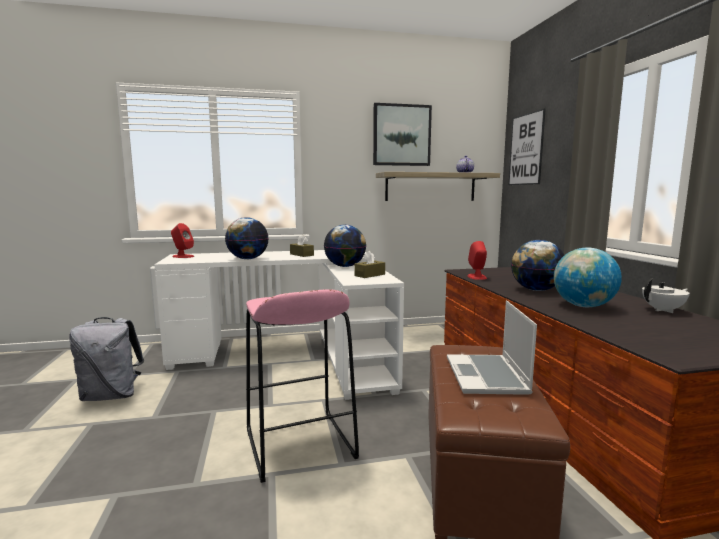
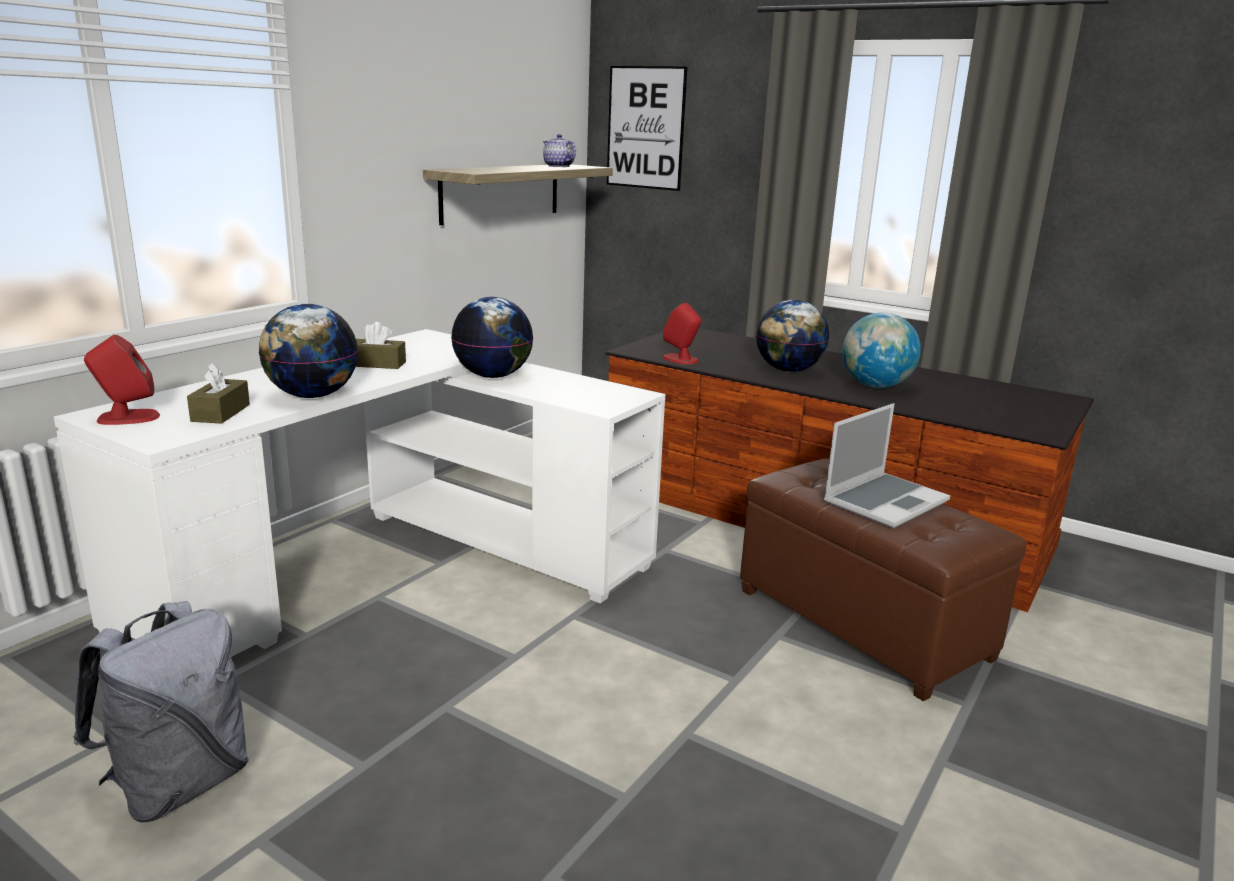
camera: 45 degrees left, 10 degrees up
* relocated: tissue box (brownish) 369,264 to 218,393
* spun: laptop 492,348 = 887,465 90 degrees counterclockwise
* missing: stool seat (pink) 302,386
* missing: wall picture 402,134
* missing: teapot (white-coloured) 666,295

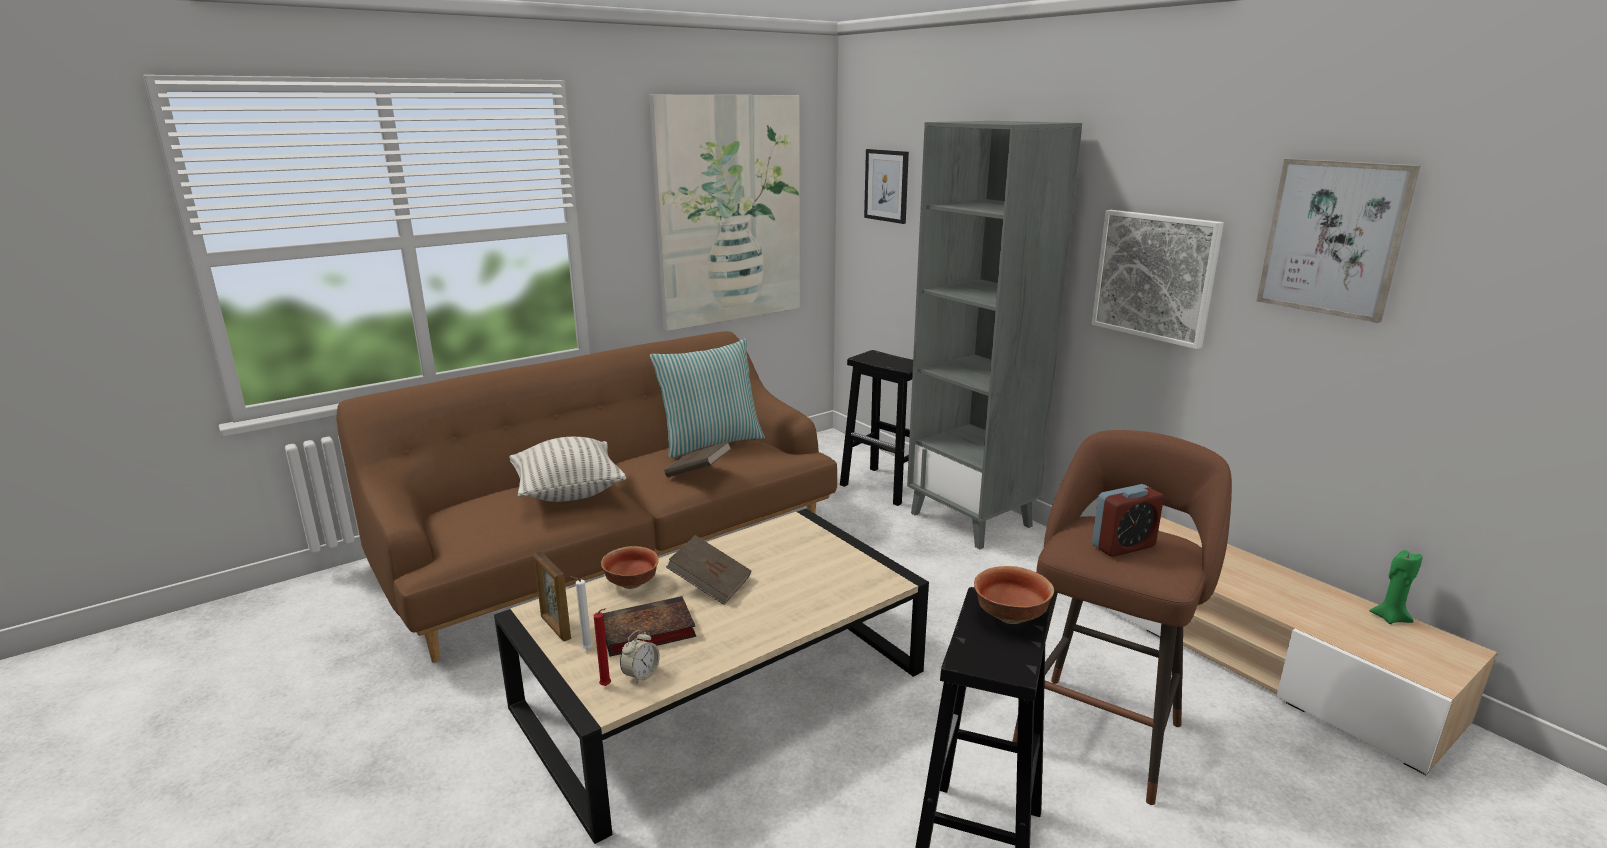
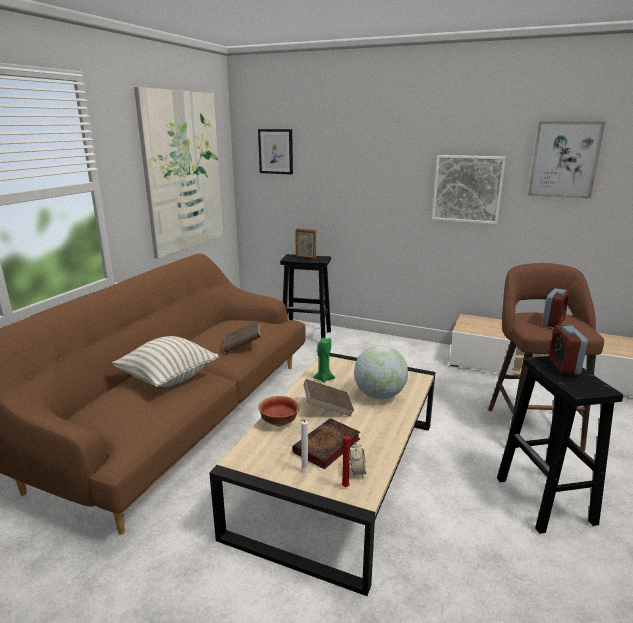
camera: 30 degrees left, 0 degrees up
* relocated: photo frame 552,596 to 306,244
* relocated: wax light (greenish) 1395,587 to 324,360
* appeared: desk globe 381,372
* exchanged: deep dish 1014,595 to alarm clock 568,350
* missing: pillow 707,399
* missing: bookshelf (gray) 994,335

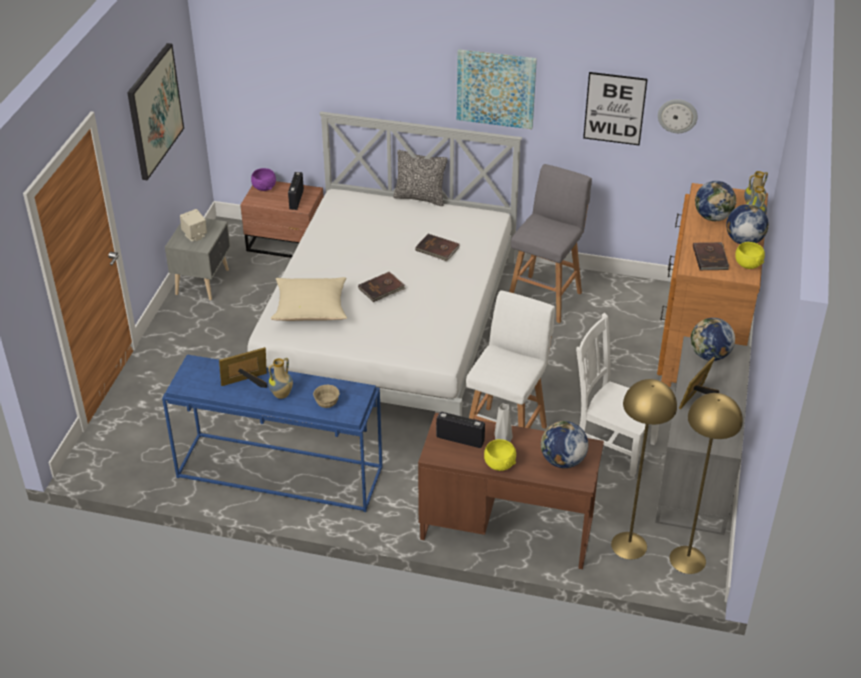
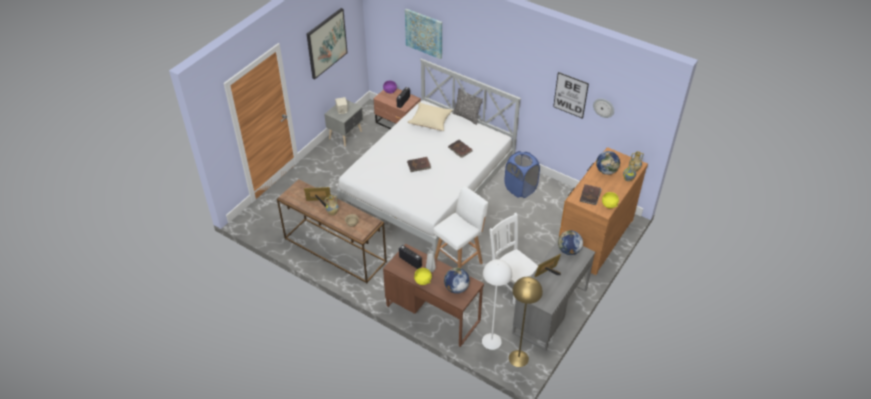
camera: 20 degrees right, 5 degrees up
* colour: narrow table (blue-coloured) 272,433 to narrow table (brownish) 332,231
* relocated: wall picture 497,89 to 423,34
* relocated: pillow (beige) 309,299 to 430,116
* colour: standing lamp (yellow-coloured) 644,469 to standing lamp (white-coloured) 497,304
* exchanged: stool seat (gray) 550,243 to laundry basket (blue-coloured) 522,174
* missing: desk globe 747,224

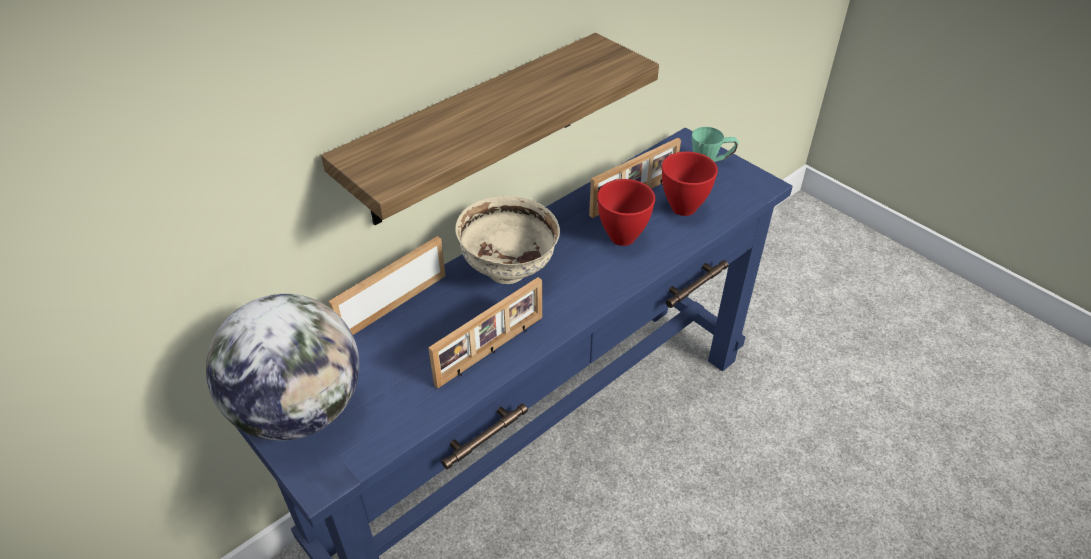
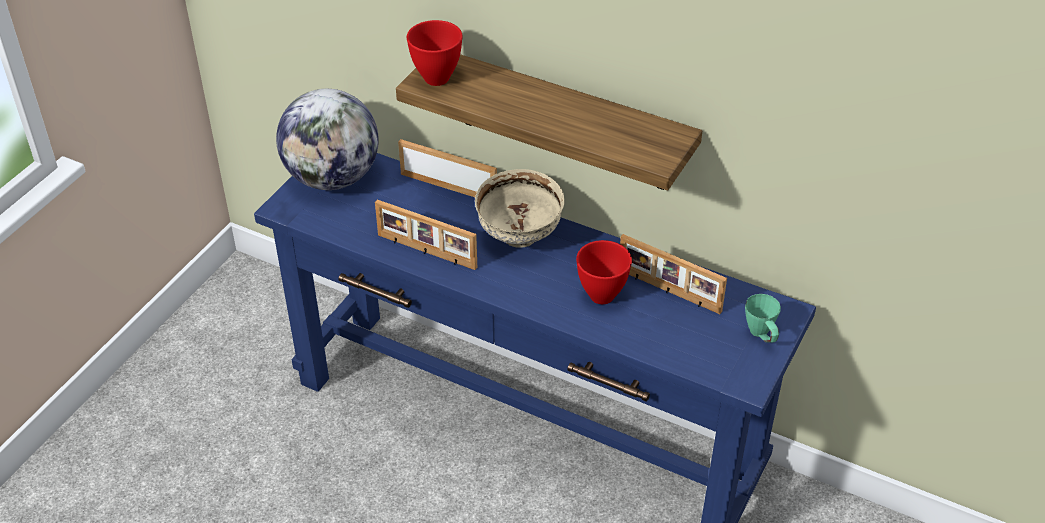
camera: 70 degrees right, 0 degrees up
* relocated: deep dish (red-coloured) 690,184 to 435,53

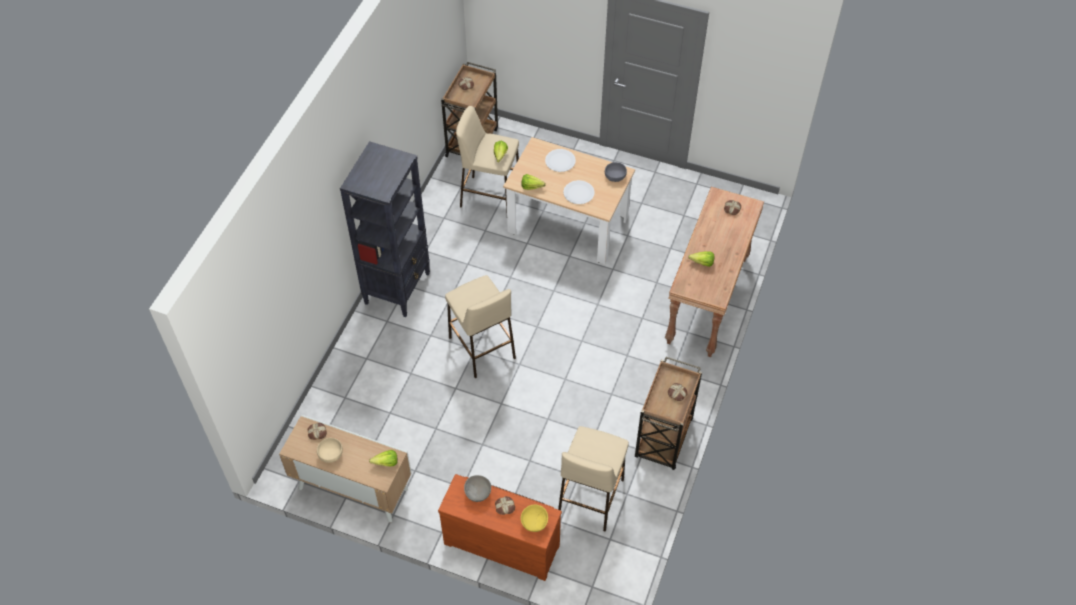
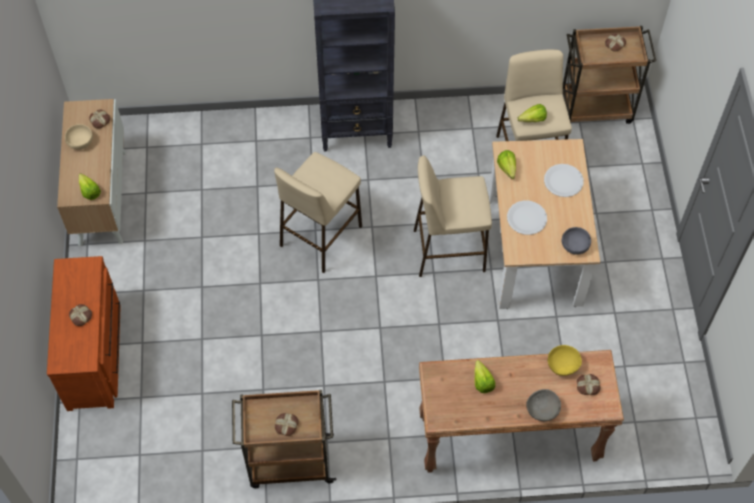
camera: 65 degrees right, 5 degrees up
* relocated: stool seat (beige) 593,479 to 453,216
* relocated: deep dish (gray) 477,488 to 543,405
* relocated: deep dish (yellow-coloured) 534,518 to 565,360

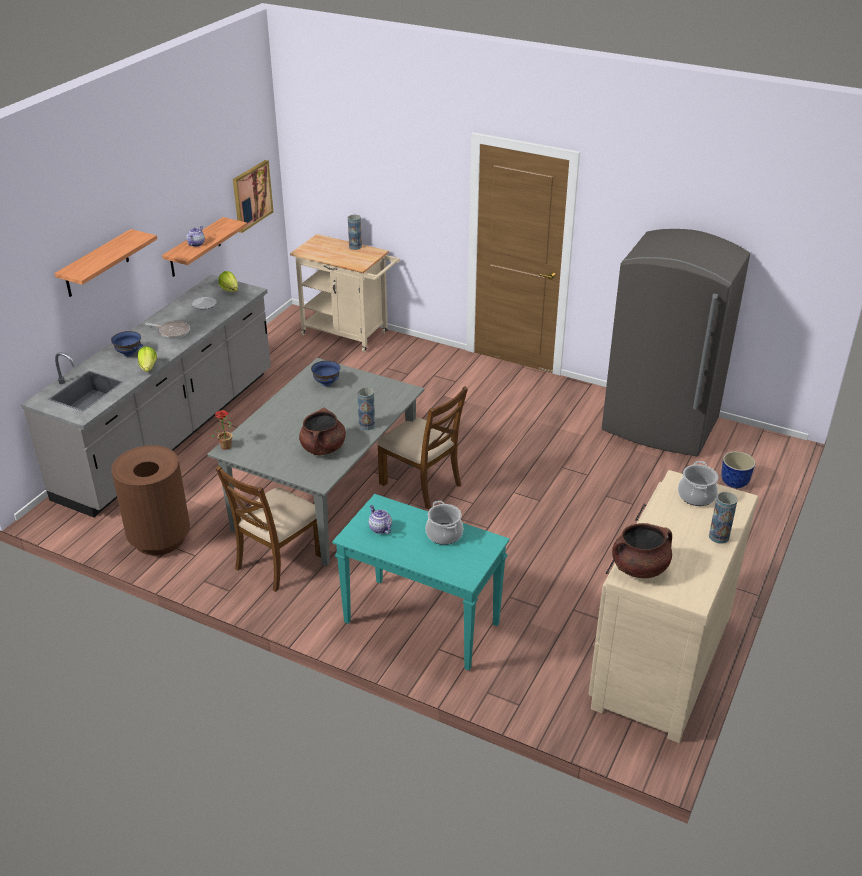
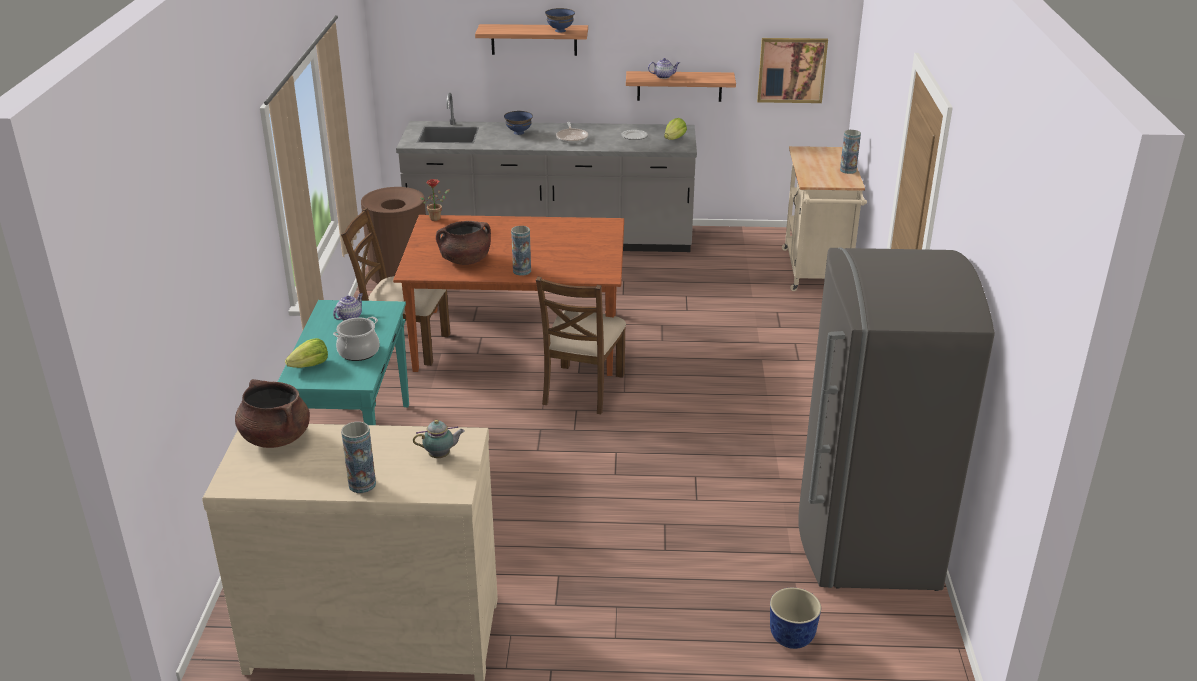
camera: 65 degrees right, 5 degrees down
* relocated: head of lettuce 147,359 to 306,353
* colour: kitchen table (gray) 315,462 to kitchen table (brownish) 508,295
* exchanged: stockpot 698,483 to teapot 439,439
* relocated: deep dish (blue-coloured) 325,373 to 560,20

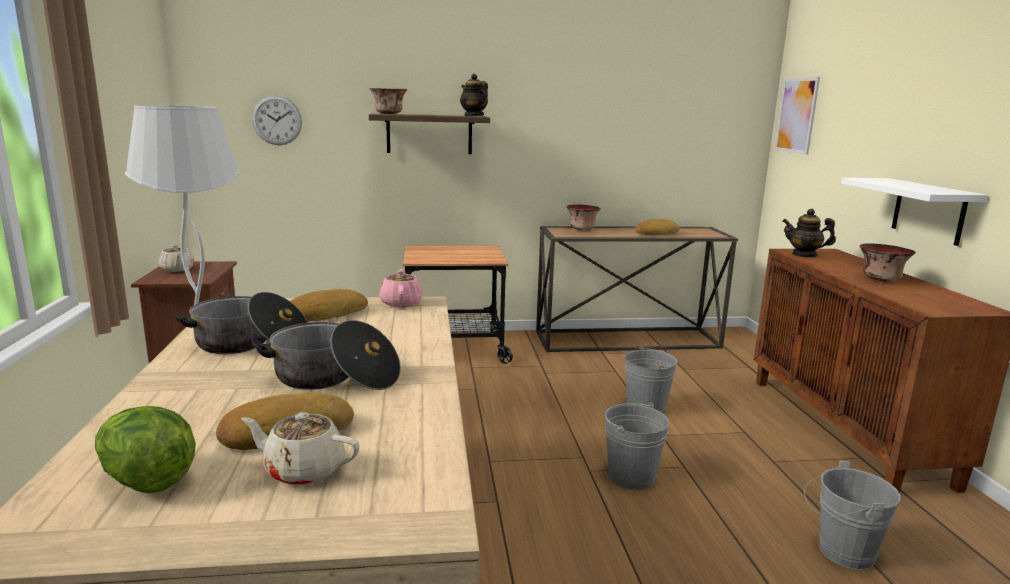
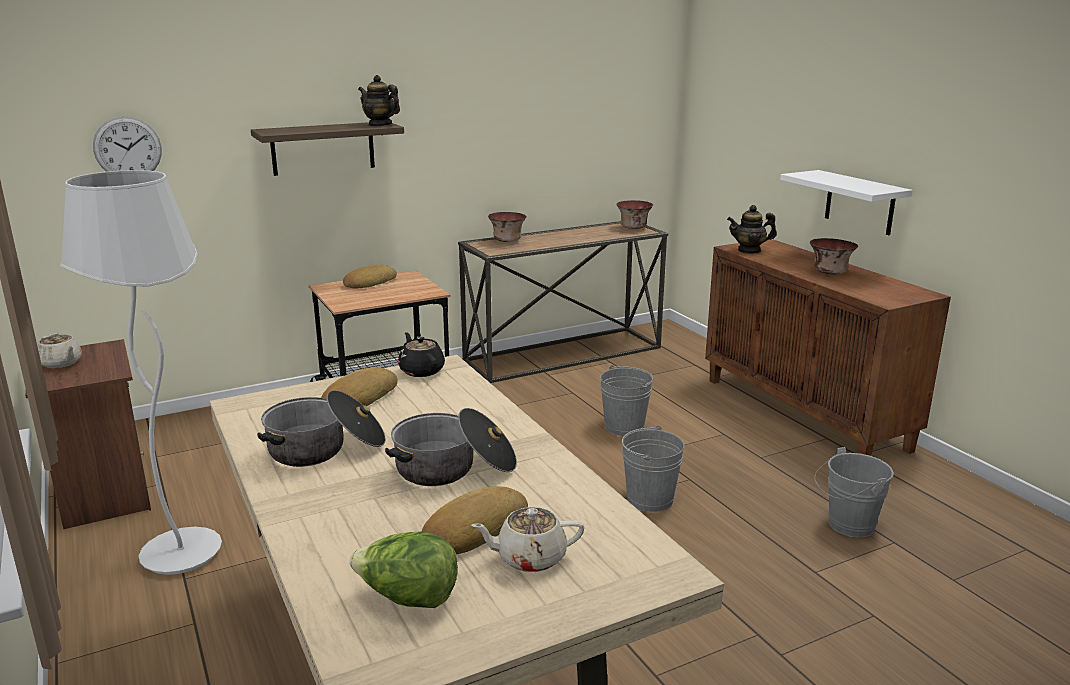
camera: 20 degrees left, 5 degrees up
* relocated: bakery bread 657,227 to 370,276
* colour: teapot (pink) 401,288 to teapot (black) 421,354
* relocated: deep dish 388,101 to 634,214
* missing: wall picture 797,116

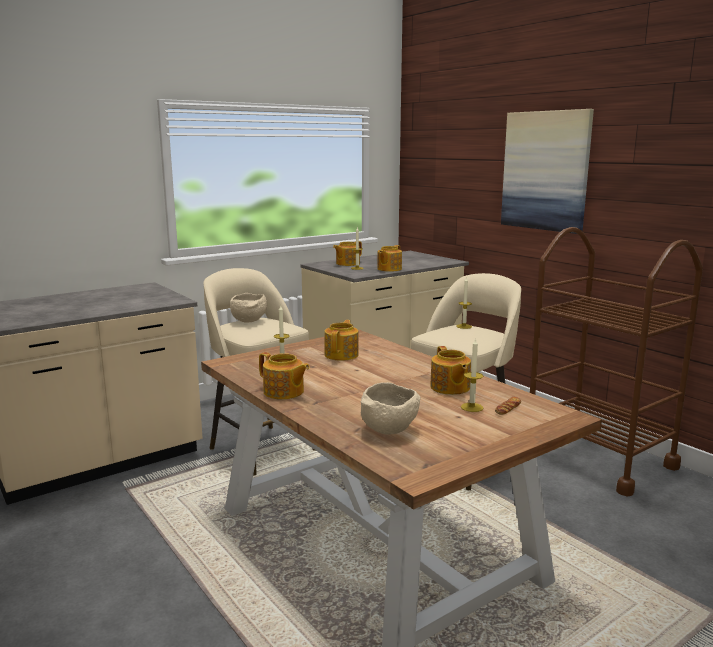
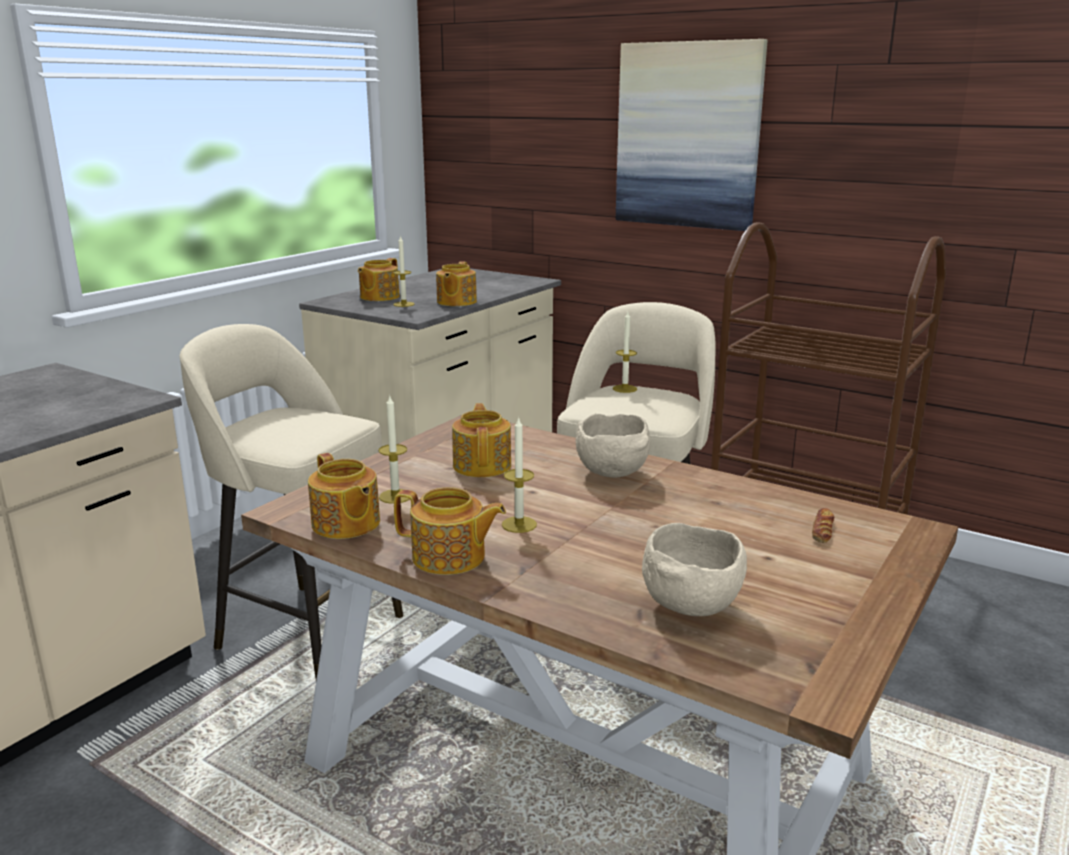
camera: 20 degrees left, 5 degrees up
* relocated: teapot 450,370 to 344,496
* relocated: wax light 472,375 to 519,474
* relocated: deep dish (beige) 248,308 to 613,446

